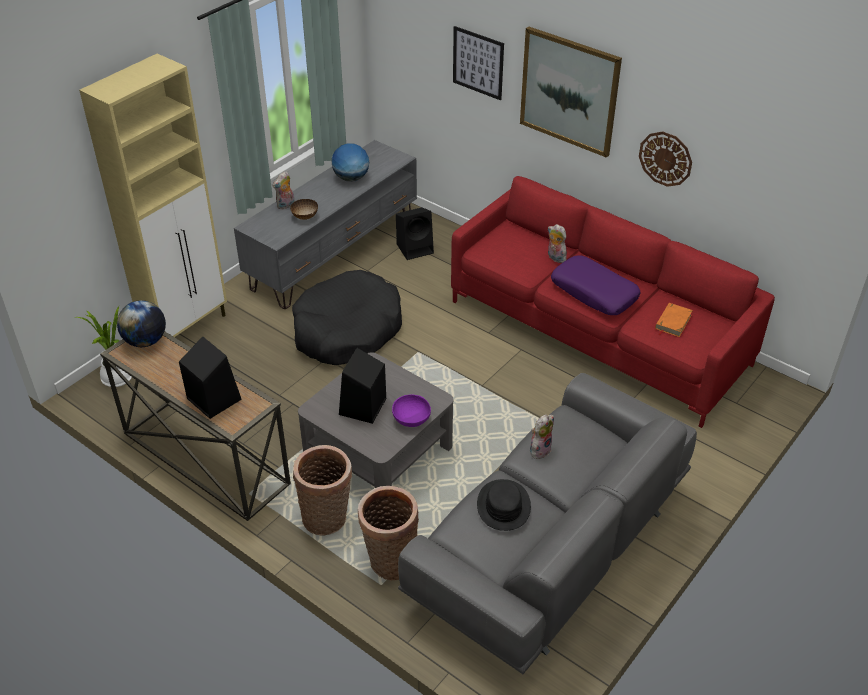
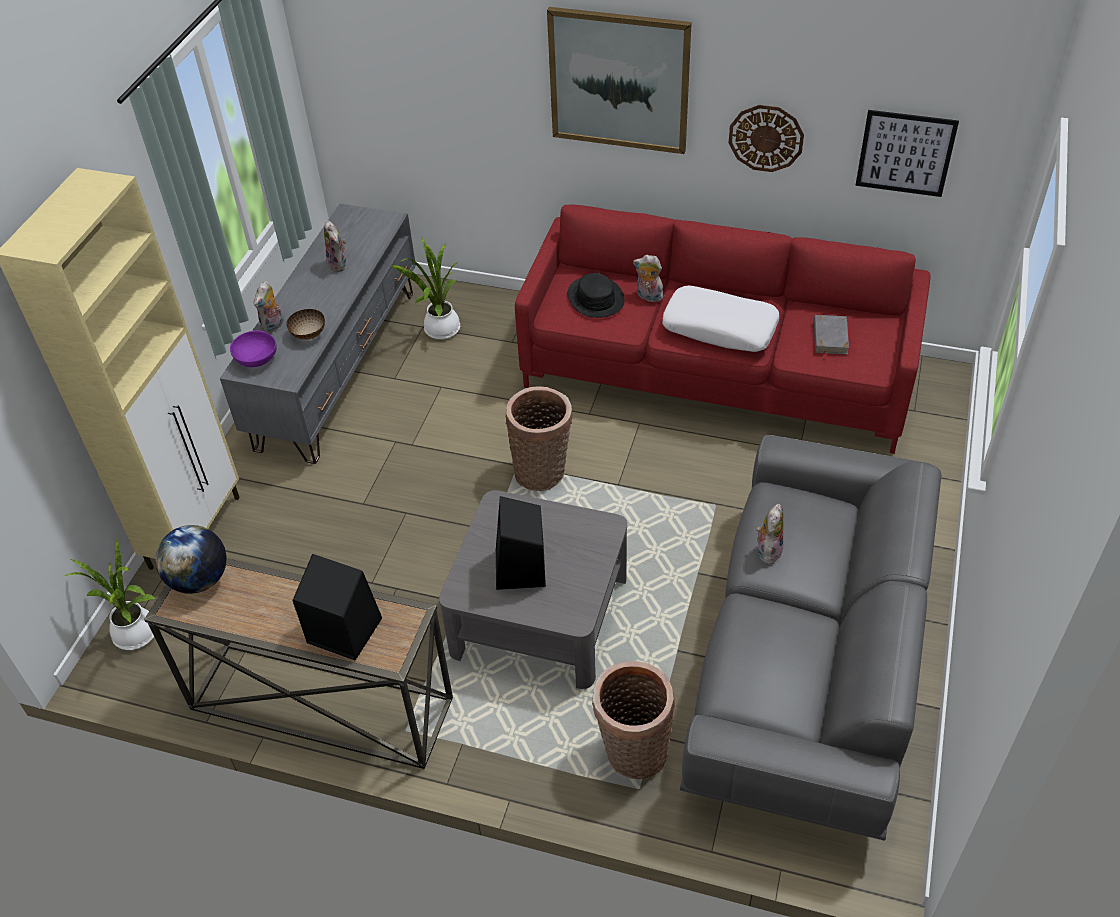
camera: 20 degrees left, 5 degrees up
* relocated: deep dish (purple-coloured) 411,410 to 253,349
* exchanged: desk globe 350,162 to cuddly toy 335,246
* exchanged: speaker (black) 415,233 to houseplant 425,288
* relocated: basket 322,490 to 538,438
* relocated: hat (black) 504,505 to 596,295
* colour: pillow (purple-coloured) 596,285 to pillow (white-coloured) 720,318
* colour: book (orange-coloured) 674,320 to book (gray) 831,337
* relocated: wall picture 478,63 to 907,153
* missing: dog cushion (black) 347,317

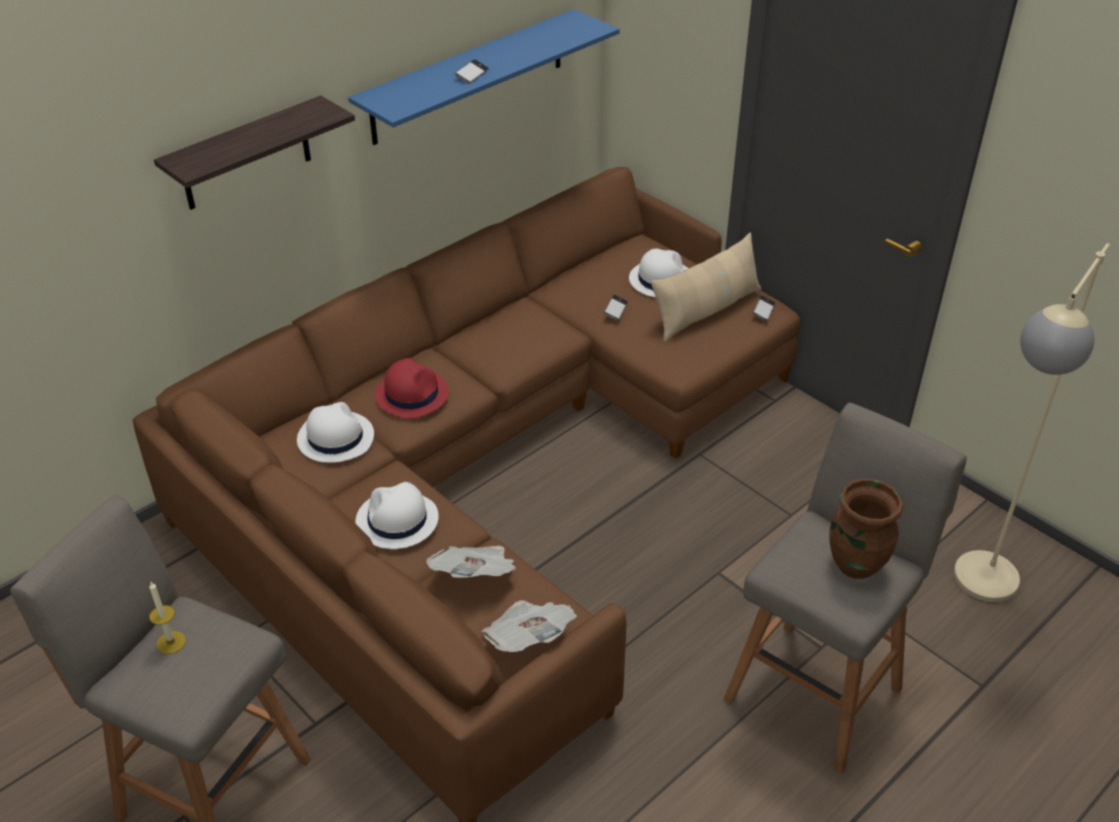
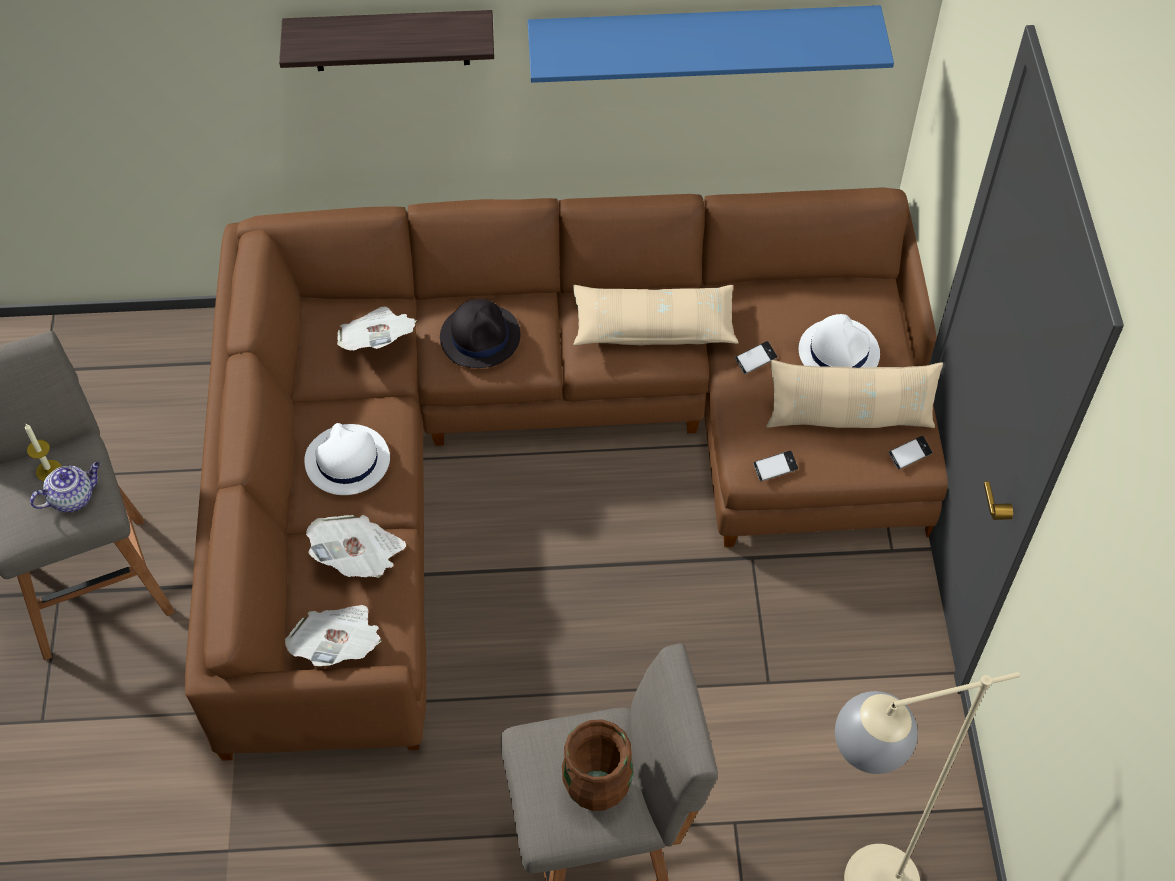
camera: 40 degrees right, 15 degrees up
* appeared: teapot 65,487
* exchanged: hat (white-coloured) 335,432 to daily paper 377,328
* colour: hat (red-coloured) 412,388 to hat (black) 480,333
* appeared: pillow (beige) 656,315
* relocated: phone 472,71 to 775,466

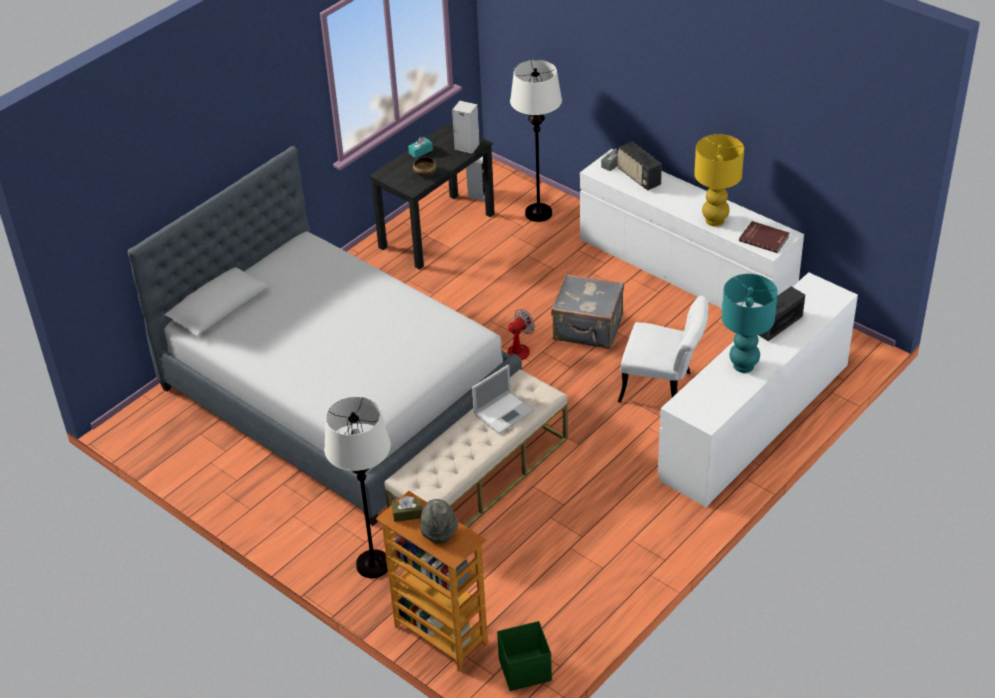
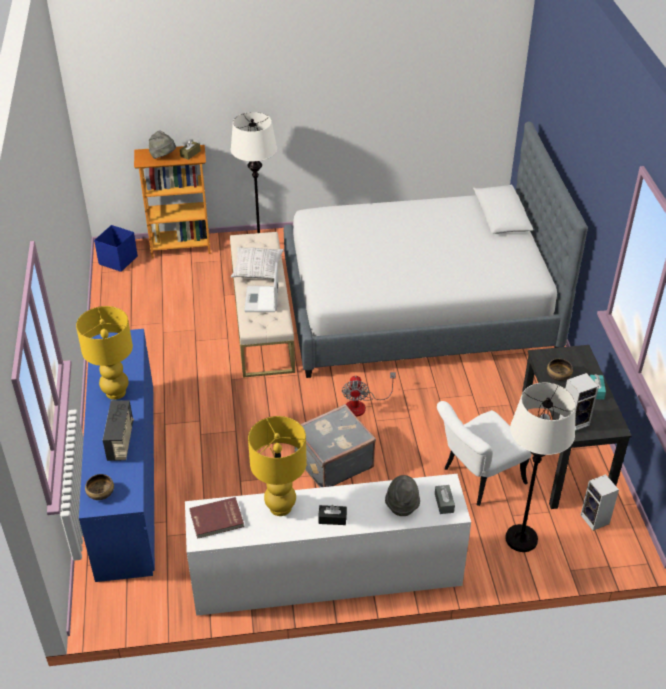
camera: 130 degrees right, 0 degrees up
* colour: tabletop lamp (turquoise-coloured) 750,323 to tabletop lamp (yellow-coloured) 104,353
* colour: dresser (white-coloured) 758,389 to dresser (blue-coloured) 117,455
* appeared: deep dish 99,487
* colour: storage bin (greenish) 524,656 to storage bin (blue-coloured) 116,248
* appeared: pillow 257,263
* appeared: tissue box (black) 332,515
* exchanged: radio receiver 640,166 to hat (gray) 402,495
* relocated: upright chair (white-coloured) 663,349 to 484,453

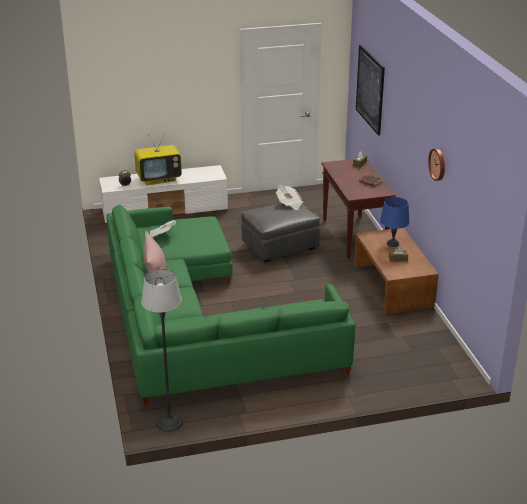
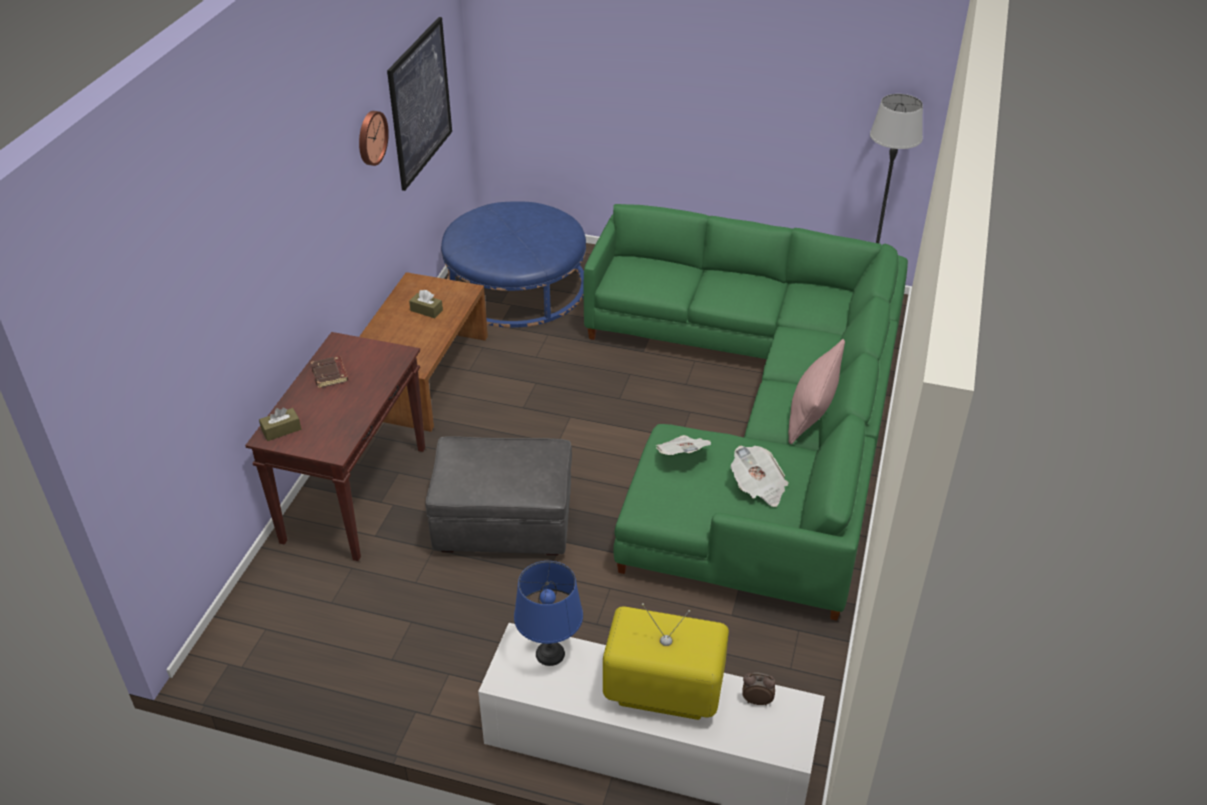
camera: 150 degrees left, 10 degrees up
* relocated: wall picture 370,90 to 419,104
* appeared: pouffe (blue-coloured) 513,264
* relocated: tabletop lamp (blue-coloured) 395,222 to 548,613
* relocated: daily paper 289,197 to 683,445

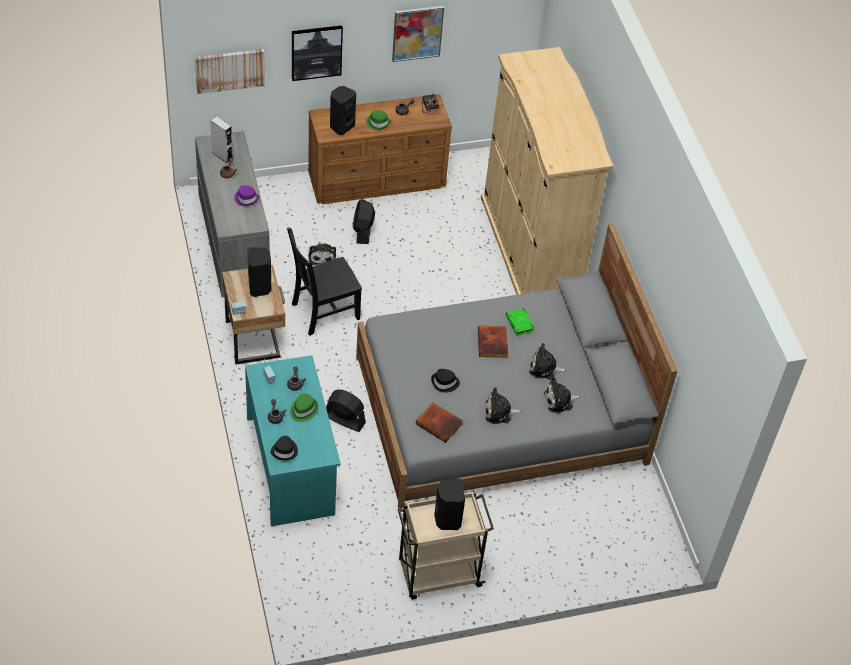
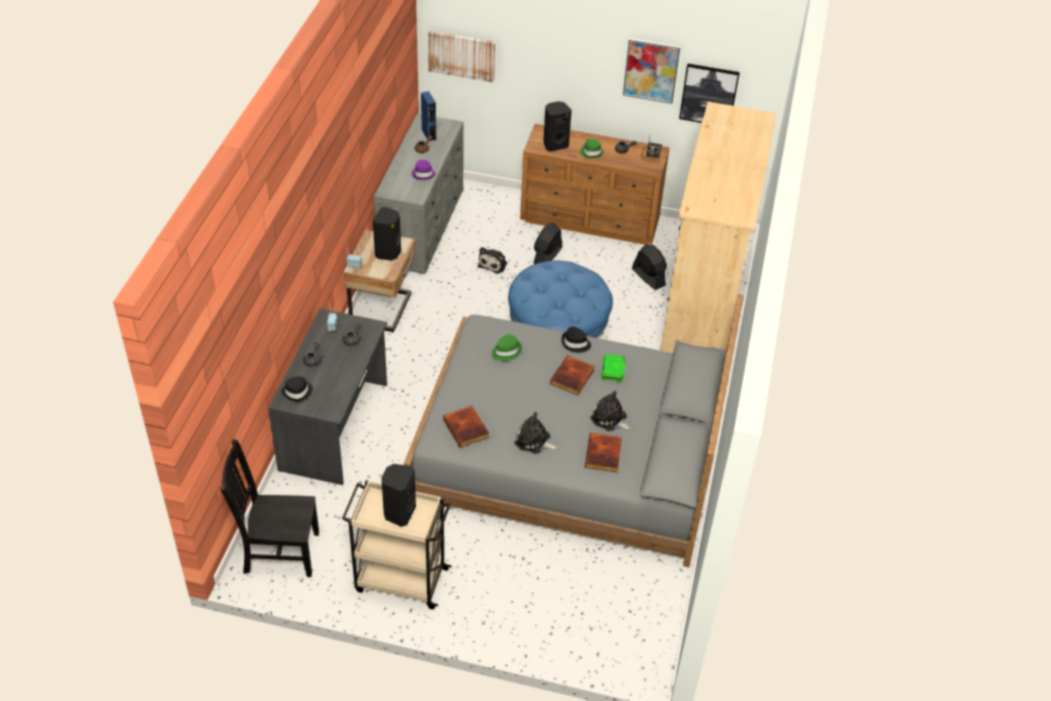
camera: 30 degrees right, 5 degrees down
* relocated: upright chair (black) 324,281 to 269,508
* colour: desk (turquoise-coloured) 293,440 to desk (gray) 327,396
* colour: speaker (gray) 221,139 to speaker (blue-coloured) 428,116
* relocated: hat (greenish) 304,407 to 506,347
* appeared: pouffe (blue-coloured) 560,299
* relocated: hat (black) 445,381 to 576,339
* exchanged: cuddly toy 562,395 to book 603,452
* relocated: cooling fan (black) 346,410 to 649,267
* relocated: wall picture 317,53 to 709,93

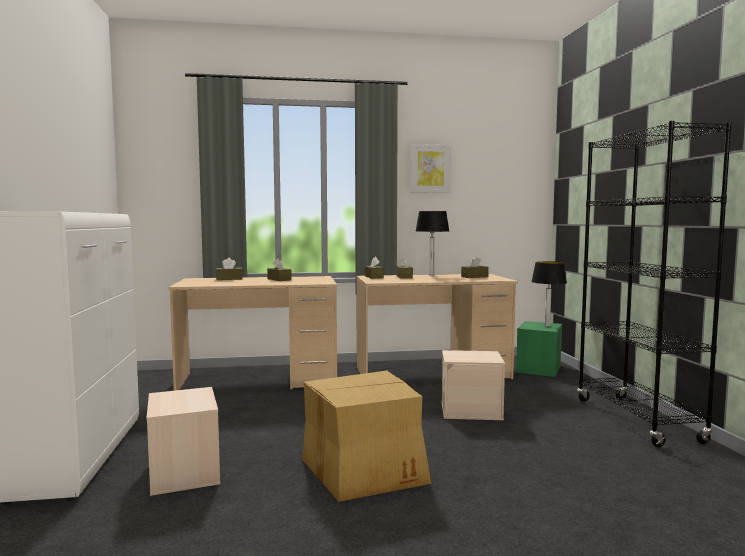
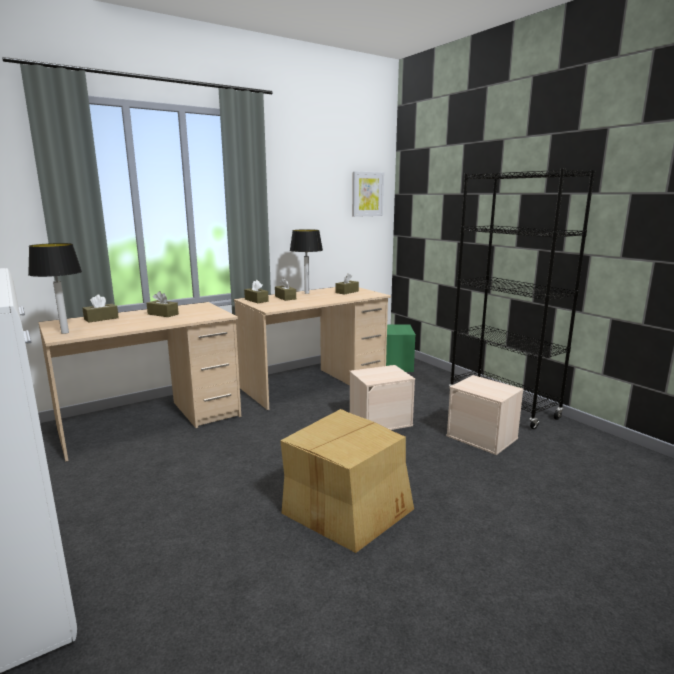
camera: 25 degrees left, 10 degrees up
* relocated: tabletop lamp 549,294 to 55,288
* relocated: wall picture 430,168 to 368,194
* relocated: storage bin (beige) 183,441 to 485,415

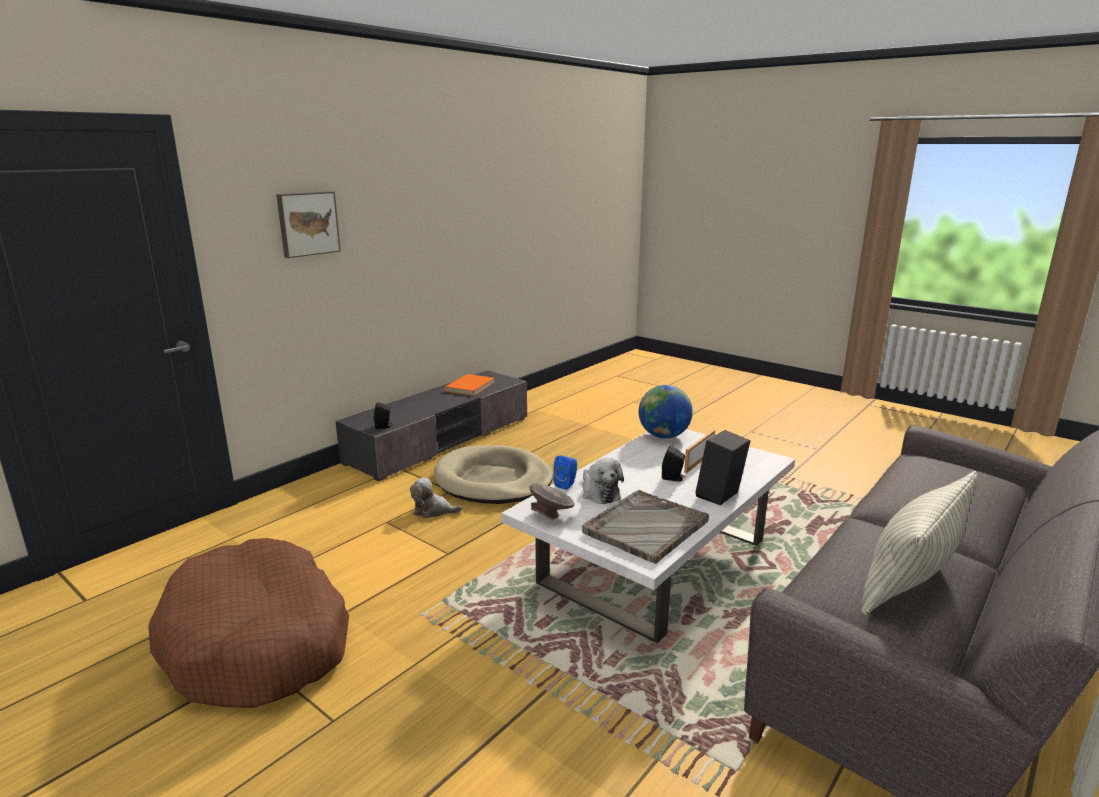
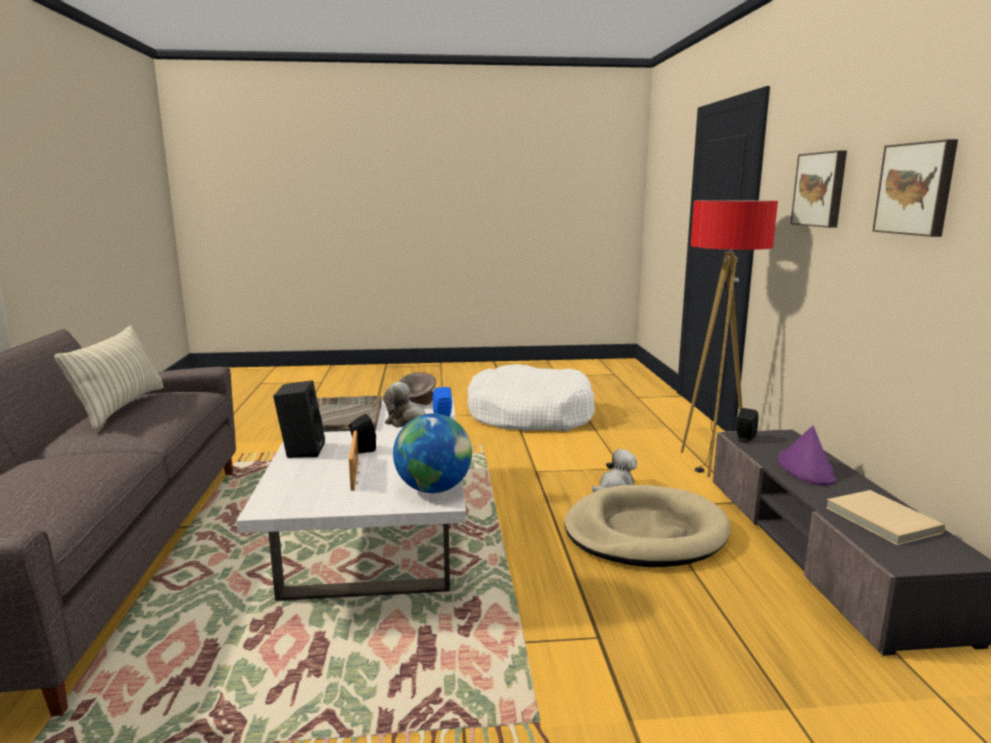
camera: 135 degrees right, 5 degrees down
* colour: dog cushion (brownish) 248,623 to dog cushion (white-coloured) 531,397
* appeared: standing lamp 729,338
* appeared: hat (purple-coloured) 807,455
* colour: book (orange-coloured) 469,385 to book (beige) 885,517
* appeared: wall picture 915,188

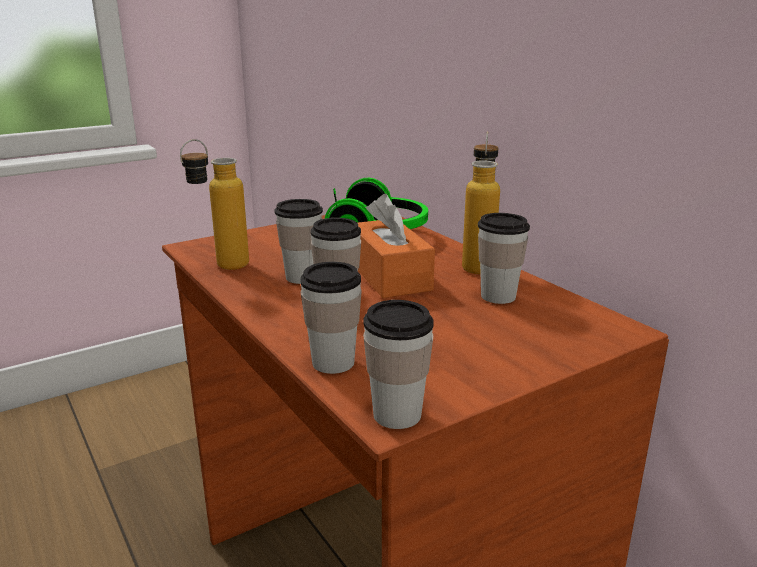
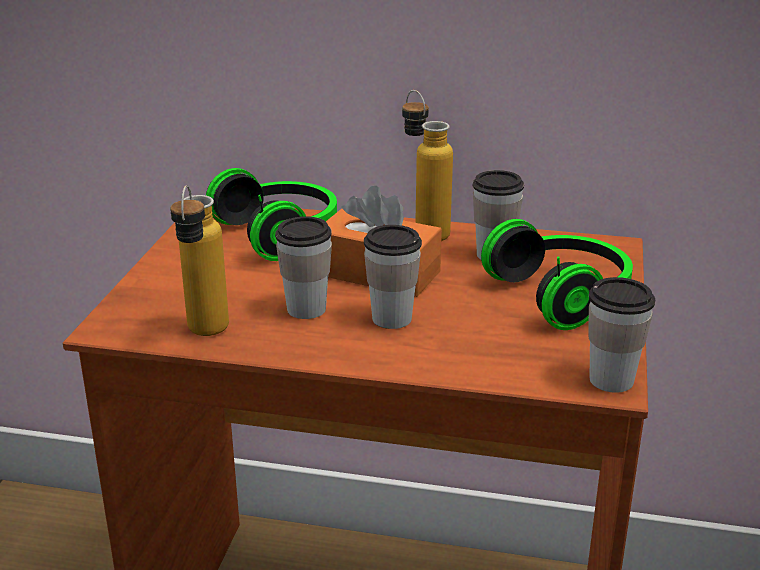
camera: 45 degrees left, 5 degrees up
* appeared: pair of headphones 557,274
* missing: small cup 331,318

